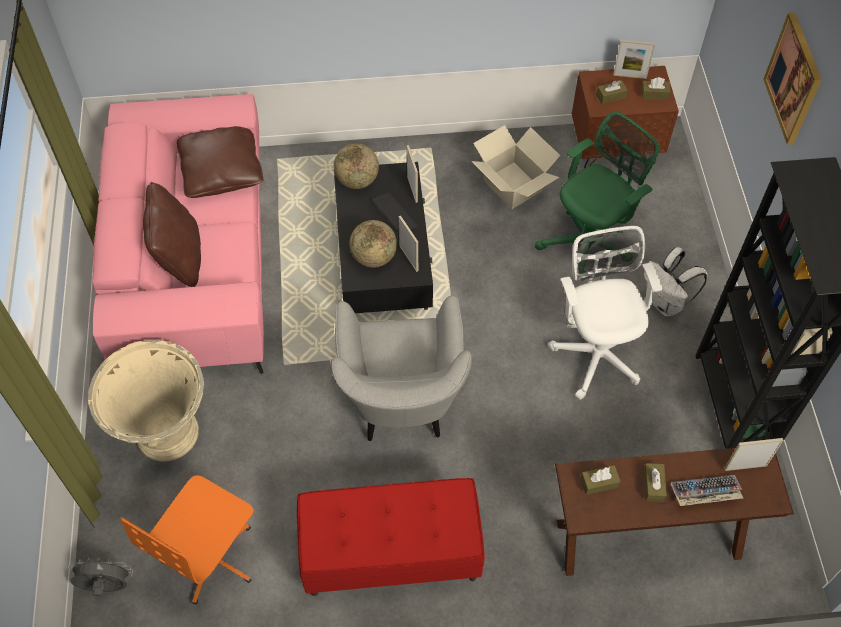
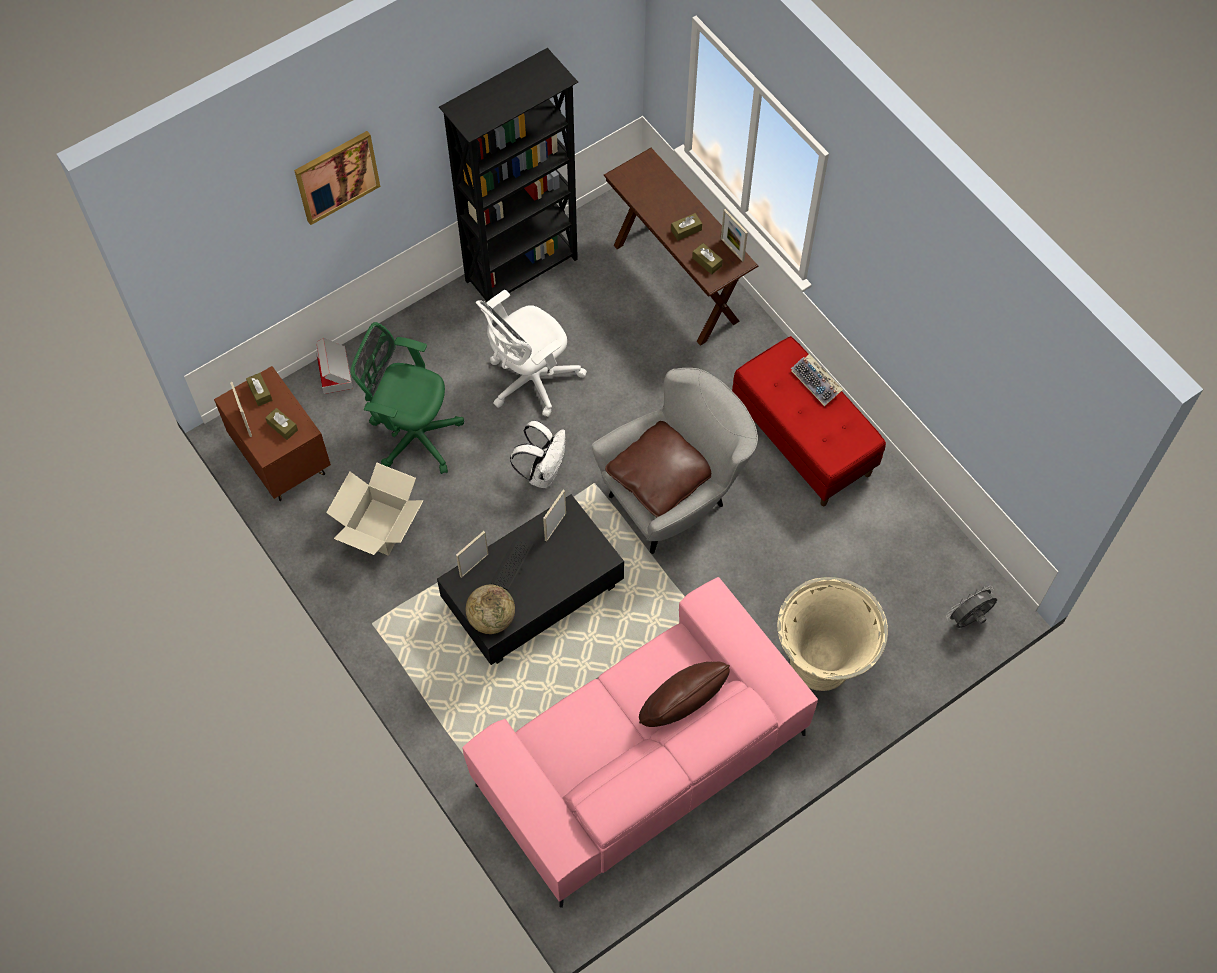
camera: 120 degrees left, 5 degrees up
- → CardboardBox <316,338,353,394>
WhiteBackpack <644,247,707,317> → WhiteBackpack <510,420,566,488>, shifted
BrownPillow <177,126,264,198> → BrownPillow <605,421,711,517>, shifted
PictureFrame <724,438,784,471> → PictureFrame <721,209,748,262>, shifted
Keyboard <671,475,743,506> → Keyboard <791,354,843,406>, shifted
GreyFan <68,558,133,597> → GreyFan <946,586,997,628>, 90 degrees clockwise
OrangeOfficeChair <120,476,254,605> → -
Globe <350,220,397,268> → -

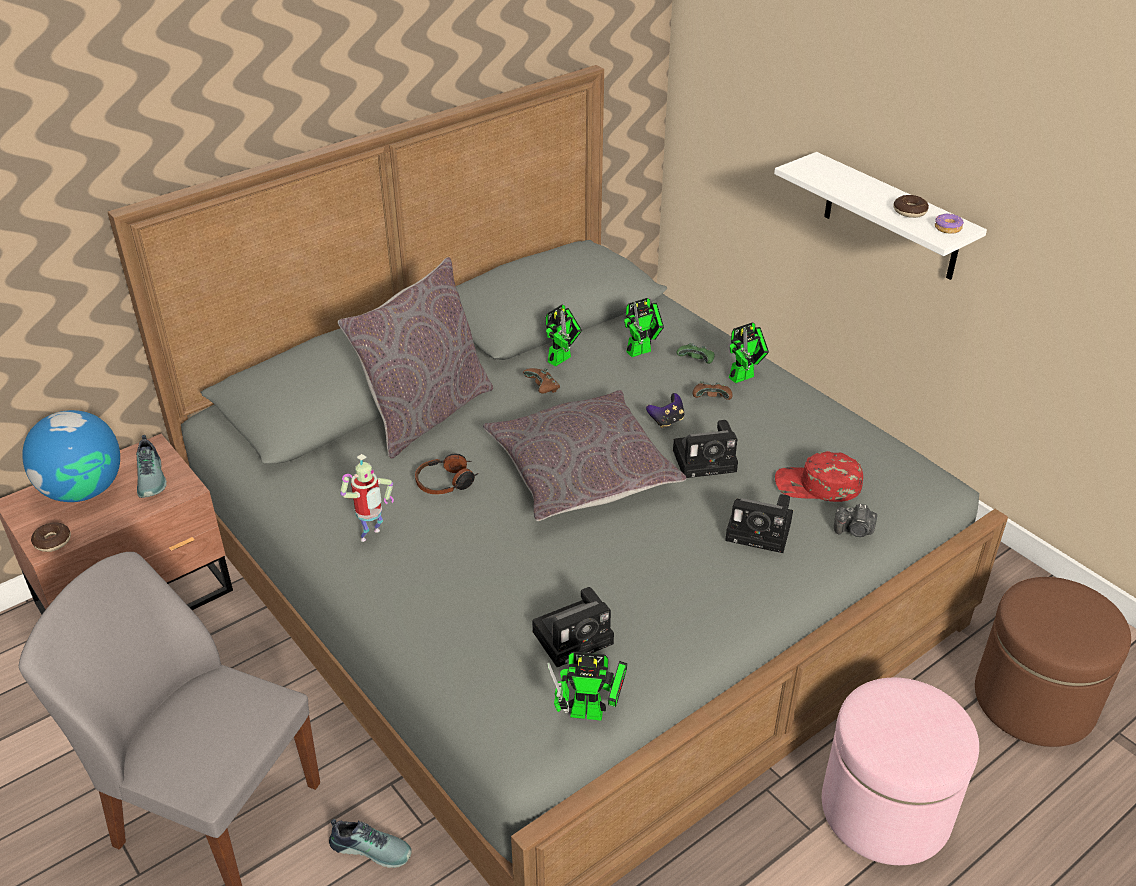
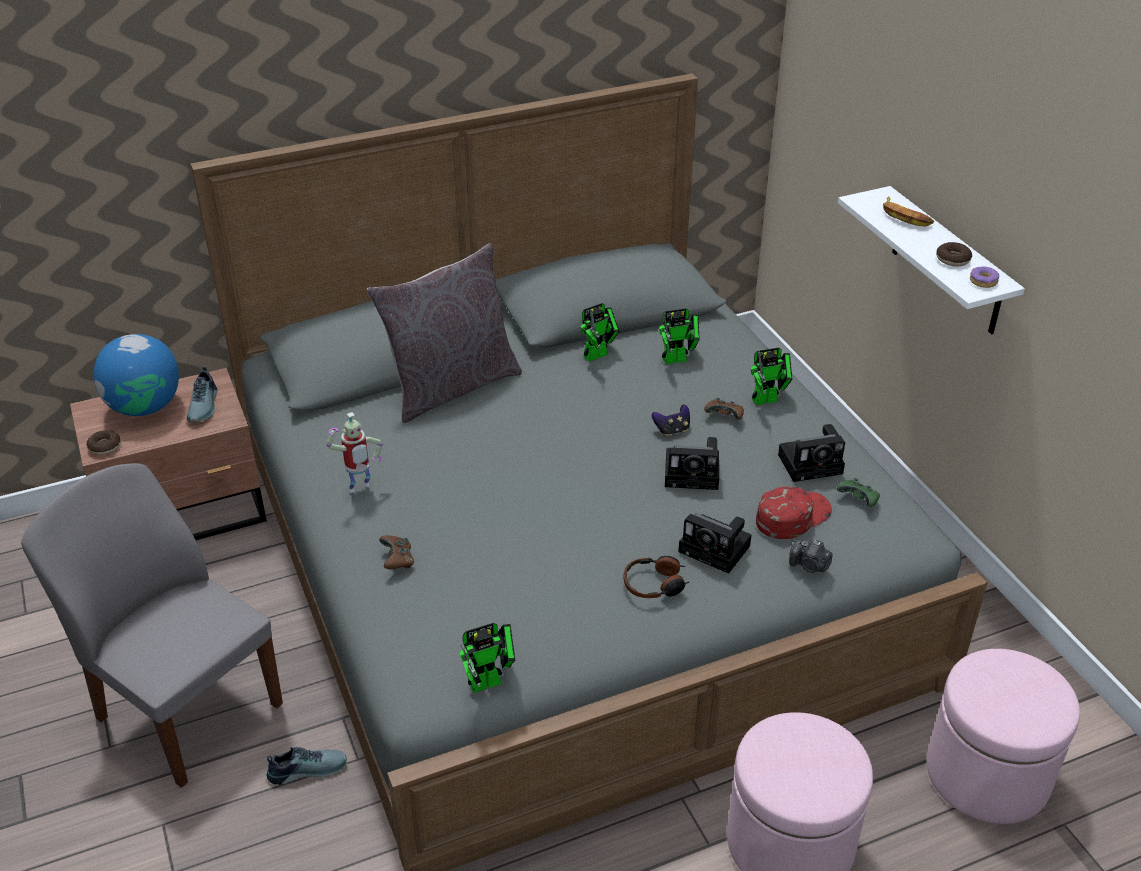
camera: 15 degrees right, 0 degrees up
Shoe <329,819,412,868> → Shoe <267,747,347,785>, 45 degrees counterclockwise
BrownGameController <523,368,560,394> → BrownGameController <379,535,414,570>, shifted
ToyRobot <547,652,627,721> → ToyRobot <459,623,515,693>, 45 degrees counterclockwise
Headphones <415,454,479,495> → Headphones <624,556,689,598>, shifted
RedCap <775,451,863,502> → RedCap <756,487,832,539>, 120 degrees clockwise
PhotoCamera <532,587,614,667> → PhotoCamera <778,424,845,482>, shifted
GreenGameController <676,342,715,364> → GreenGameController <837,478,880,507>, shifted
- → Banana <883,196,934,227>
BrownOttoman <975,577,1131,747> → PinkOttoman <927,649,1080,824>
GreyPillow <483,390,686,521> → -

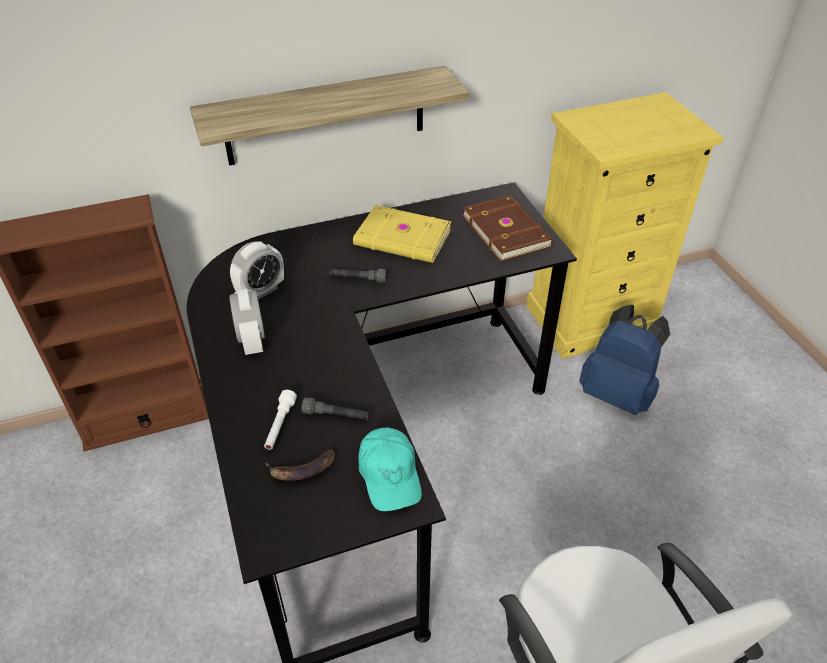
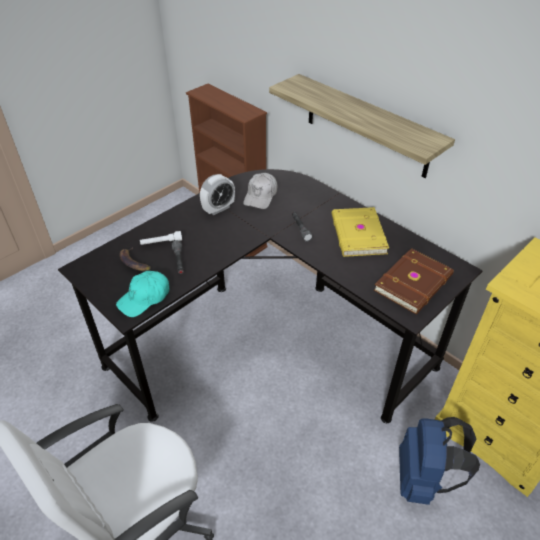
camera: 65 degrees right, 0 degrees up
AlarmClock <230,241,284,300> → WhiteCap <243,173,278,209>

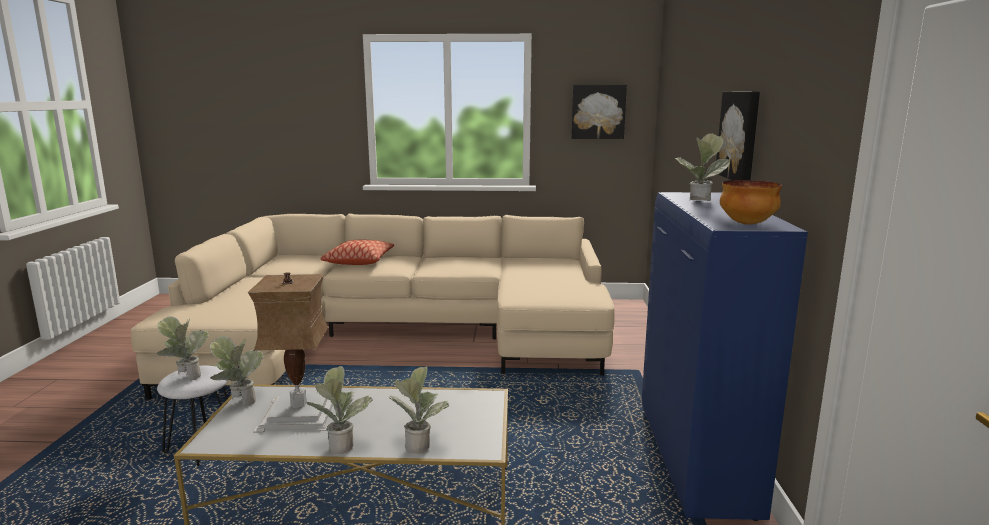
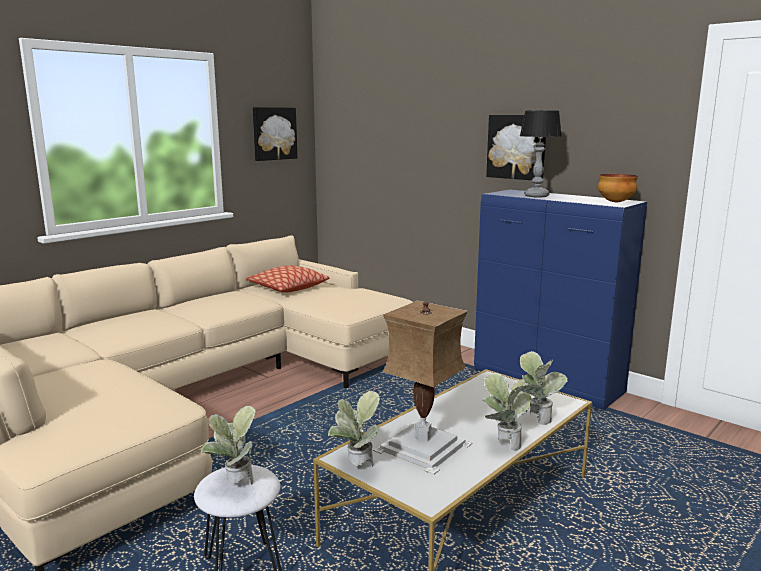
camera: 50 degrees left, 0 degrees up
Pillow <320,240,394,265> → Pillow <246,265,329,293>, shifted
PottedPlant <675,133,730,201> → TableLamp <520,110,562,197>

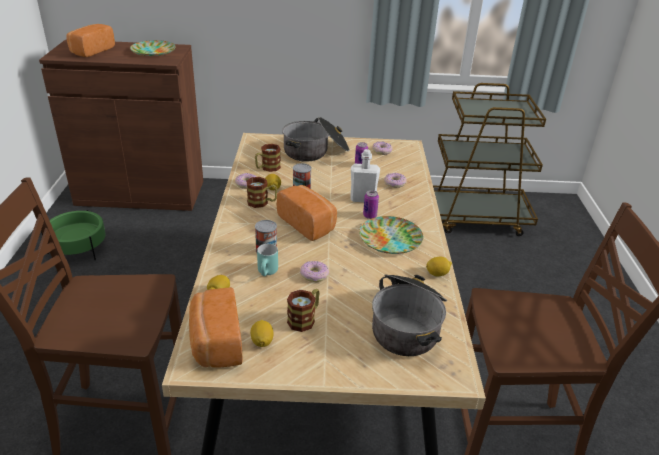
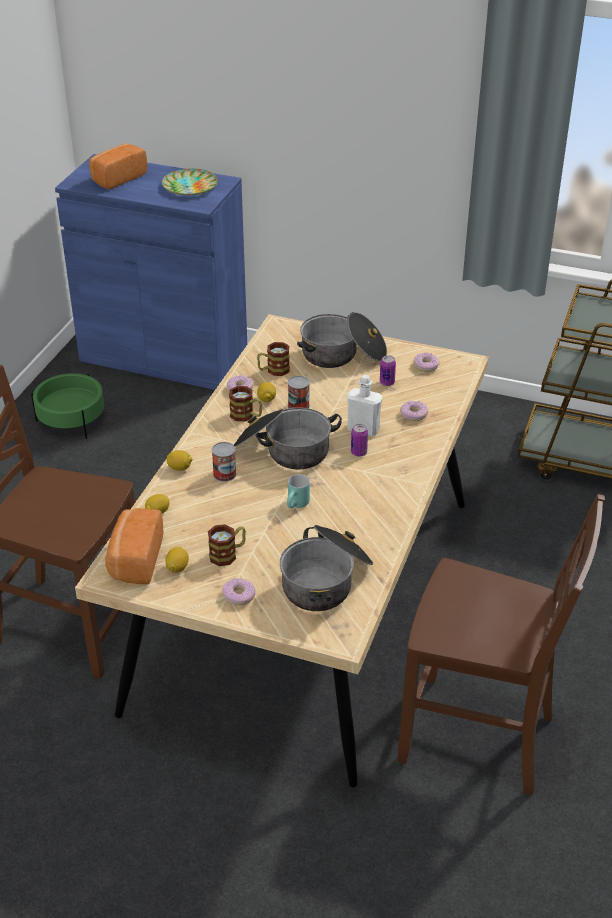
camera: 20 degrees right, 5 degrees up
BrownCabinet <39,39,203,211> → BlueCabinet <55,154,247,390>
Lemon <426,257,452,276> → Lemon <166,450,193,471>, shifted
Donut <300,261,329,282> → Donut <222,578,256,605>, shifted
Bread <276,185,337,241> → CookingPot <234,407,342,470>
TurquoiseMug <257,244,278,276> → TurquoiseMug <287,474,310,508>, shifted
Plate <359,216,423,254> → -

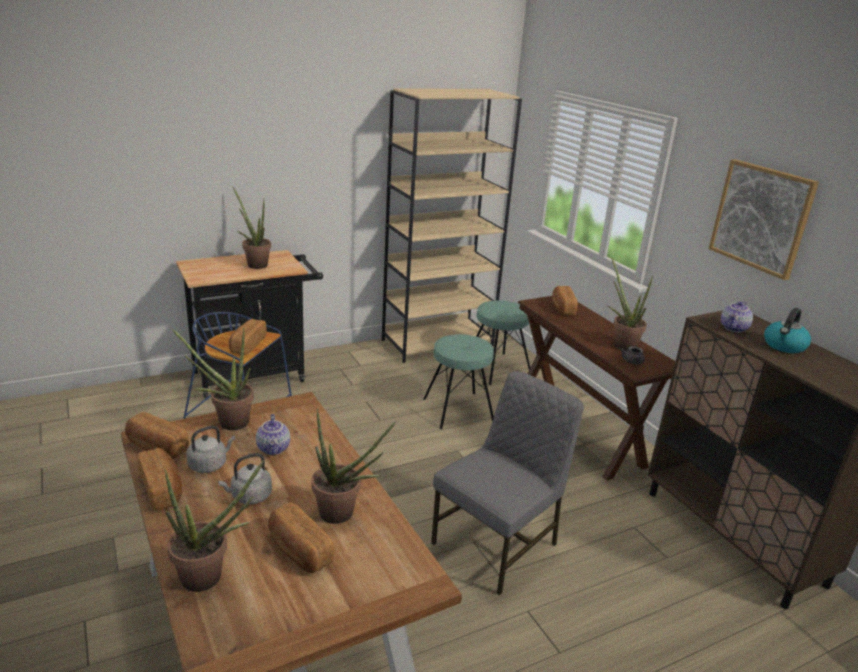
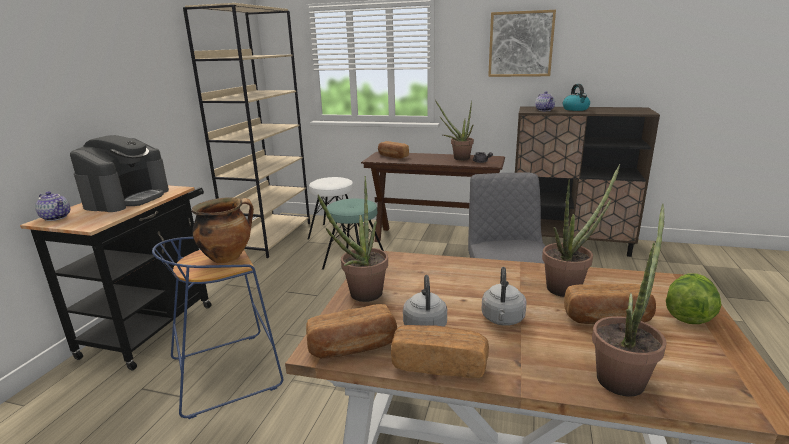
camera: 45 degrees left, 5 degrees down
Teapot <256,414,290,455> → Teapot <35,191,70,221>, shifted
PottedPlant <233,187,271,269> → CoffeeMachine <70,135,169,212>
Bread <229,319,267,355> → CookingPot <192,197,254,263>
TurquoiseStool <476,300,530,385> → WhiteStool <308,177,359,243>
- → Lettuce <666,273,722,324>

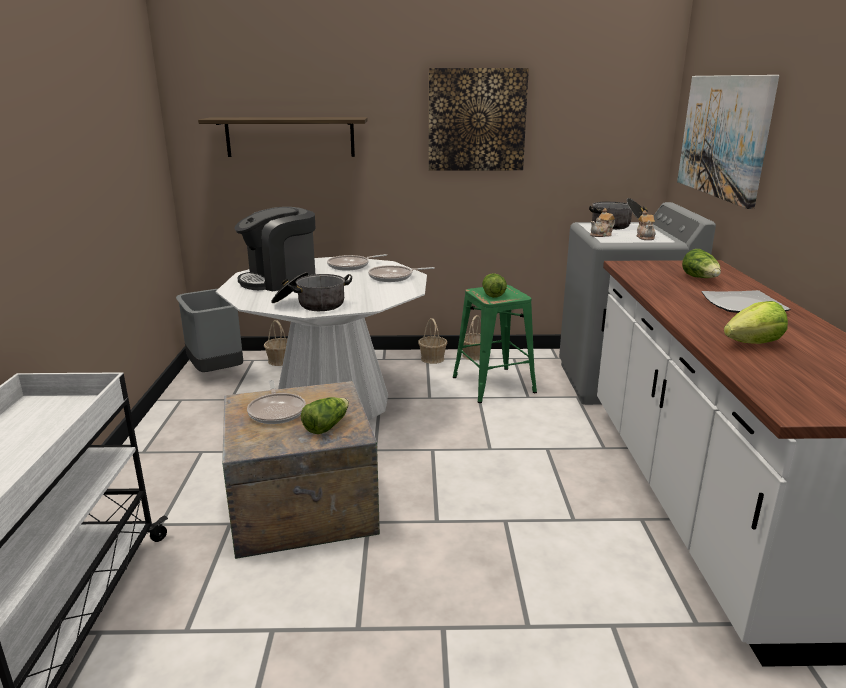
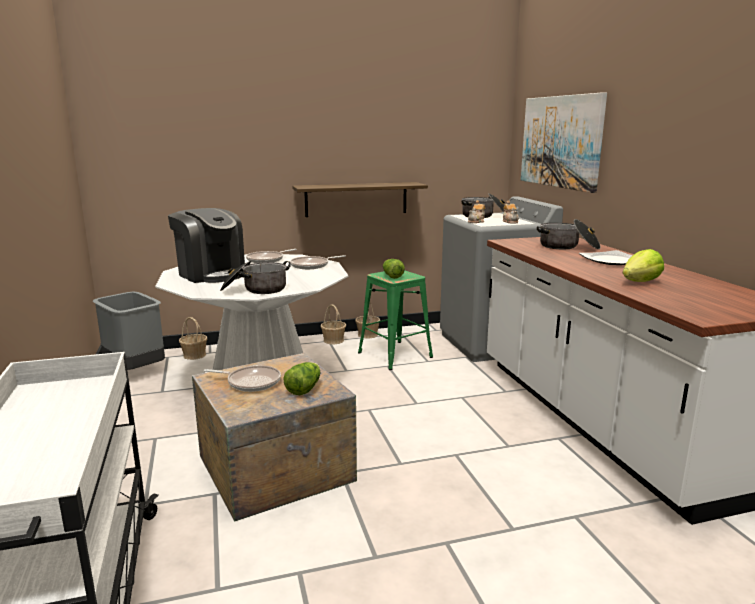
camera: 15 degrees left, 5 degrees down
CoffeeMachine <234,207,316,291> → CoffeeMachine <168,208,245,283>, 90 degrees counterclockwise
FryingPan <247,380,306,424> → FryingPan <204,365,281,392>, 45 degrees counterclockwise
Shelf <198,117,368,157> → Shelf <292,182,428,217>, shifted
Lettuce <682,249,721,278> → CookingPot <537,219,601,249>
Picture <429,68,529,171> → -

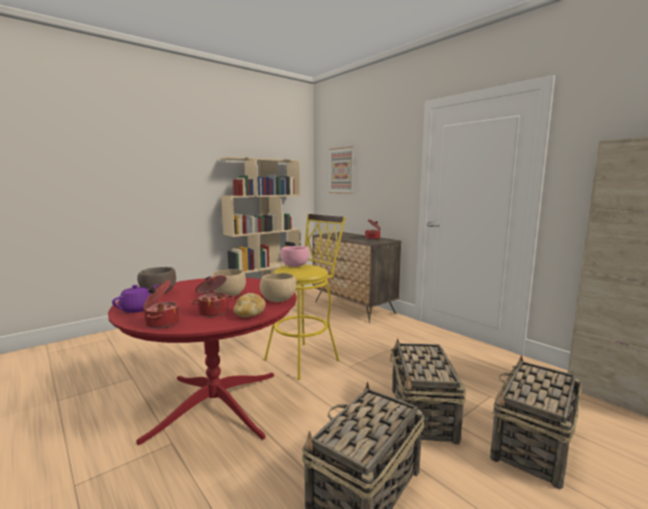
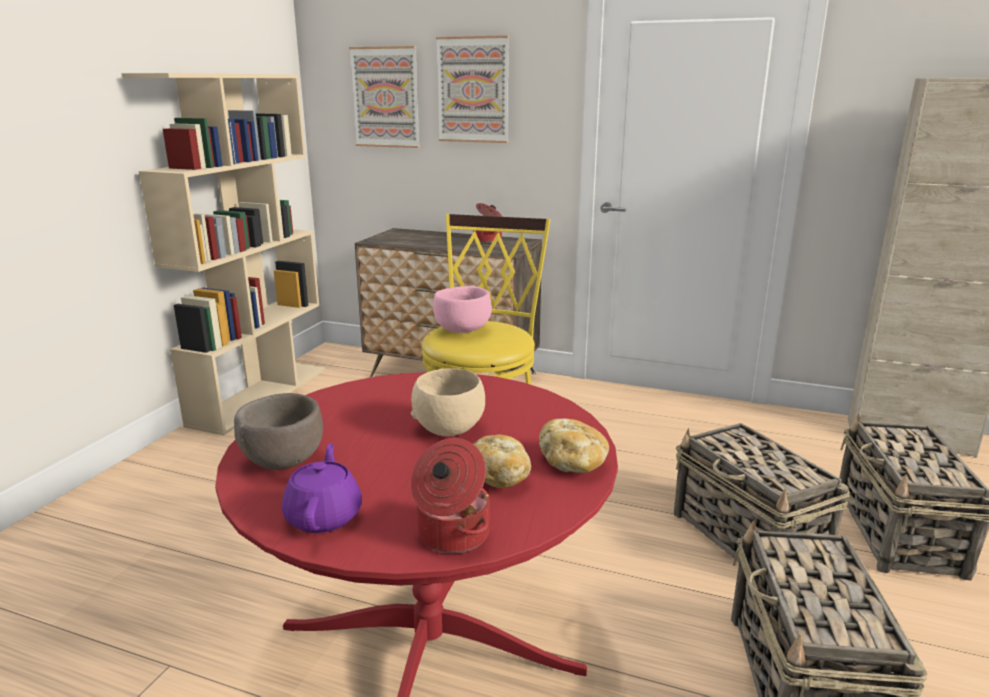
camera: 30 degrees left, 10 degrees up
- → Picture <436,35,509,143>
CookingPot <191,275,234,317> → Bread <474,435,531,488>
BeigeBowl <260,273,297,302> → -

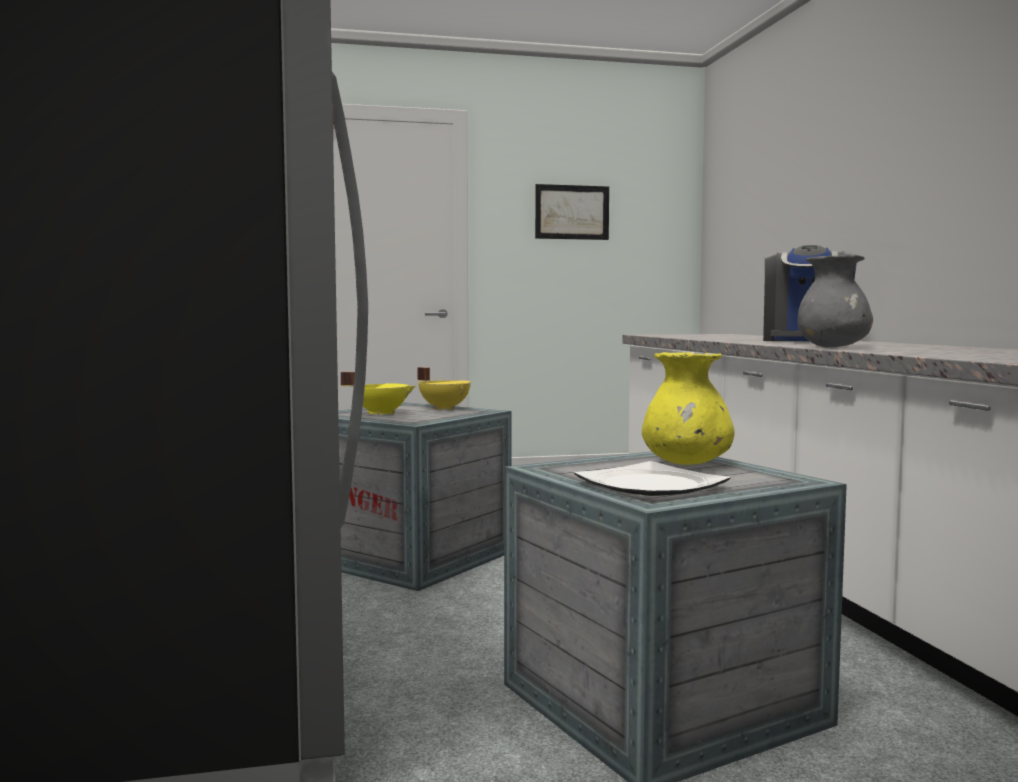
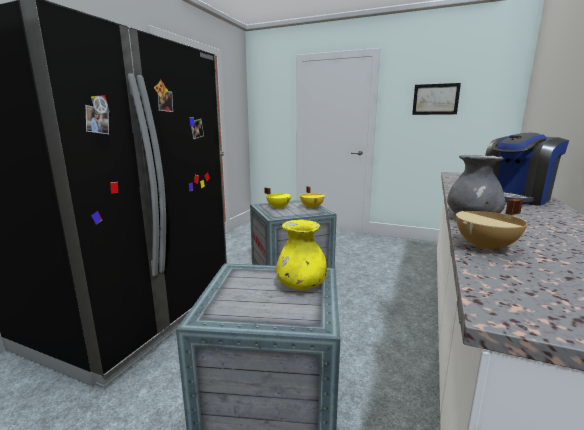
camera: 35 degrees right, 10 degrees up
- → BeigeCookingPot <456,198,527,252>
Plate <574,461,730,496> → -

